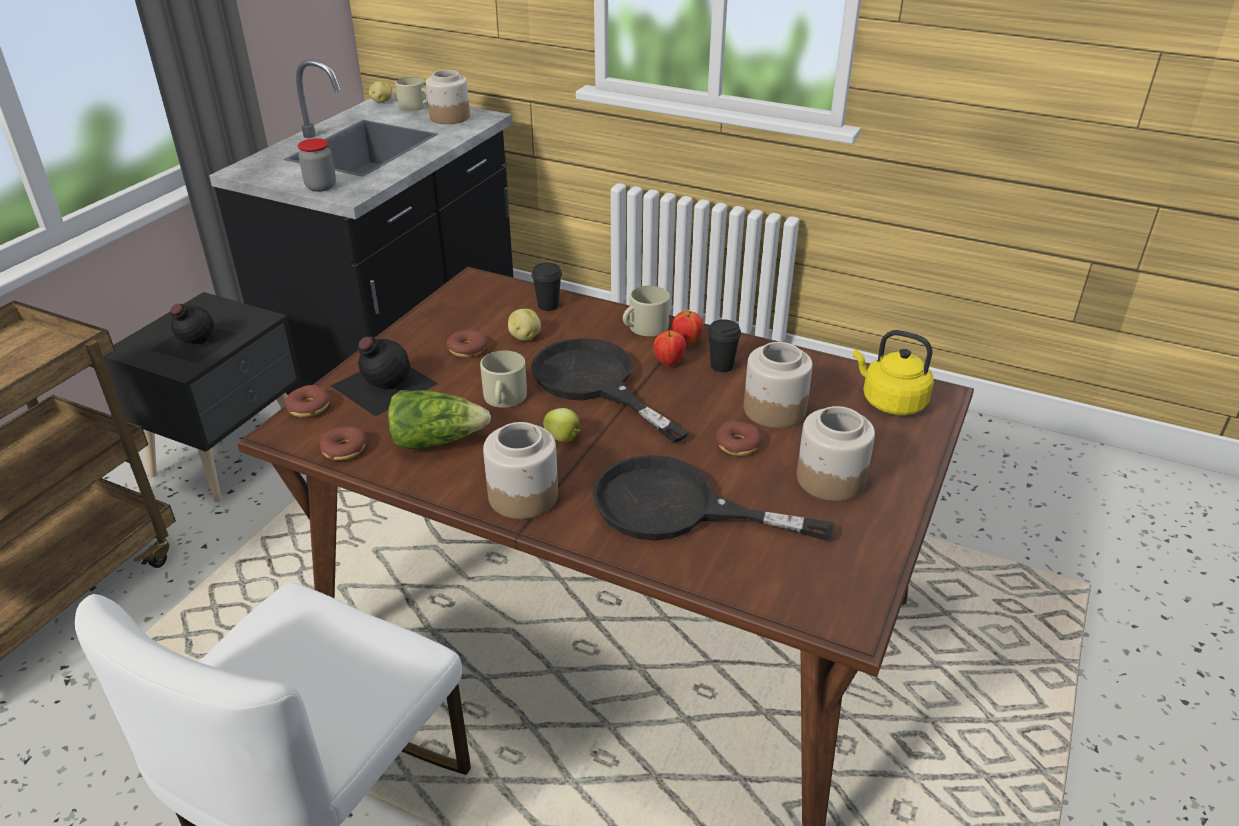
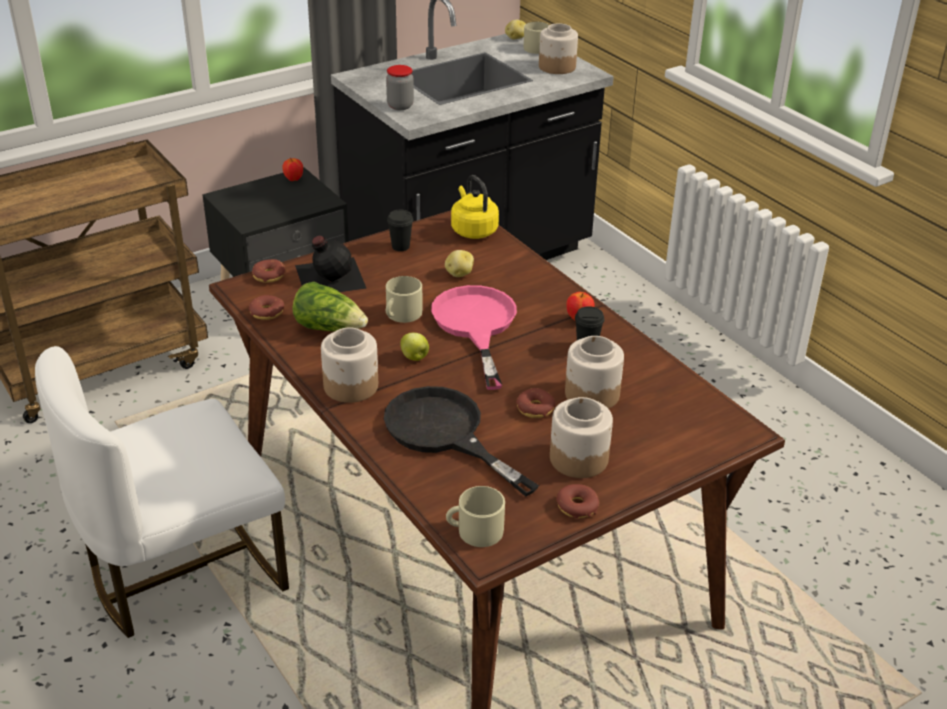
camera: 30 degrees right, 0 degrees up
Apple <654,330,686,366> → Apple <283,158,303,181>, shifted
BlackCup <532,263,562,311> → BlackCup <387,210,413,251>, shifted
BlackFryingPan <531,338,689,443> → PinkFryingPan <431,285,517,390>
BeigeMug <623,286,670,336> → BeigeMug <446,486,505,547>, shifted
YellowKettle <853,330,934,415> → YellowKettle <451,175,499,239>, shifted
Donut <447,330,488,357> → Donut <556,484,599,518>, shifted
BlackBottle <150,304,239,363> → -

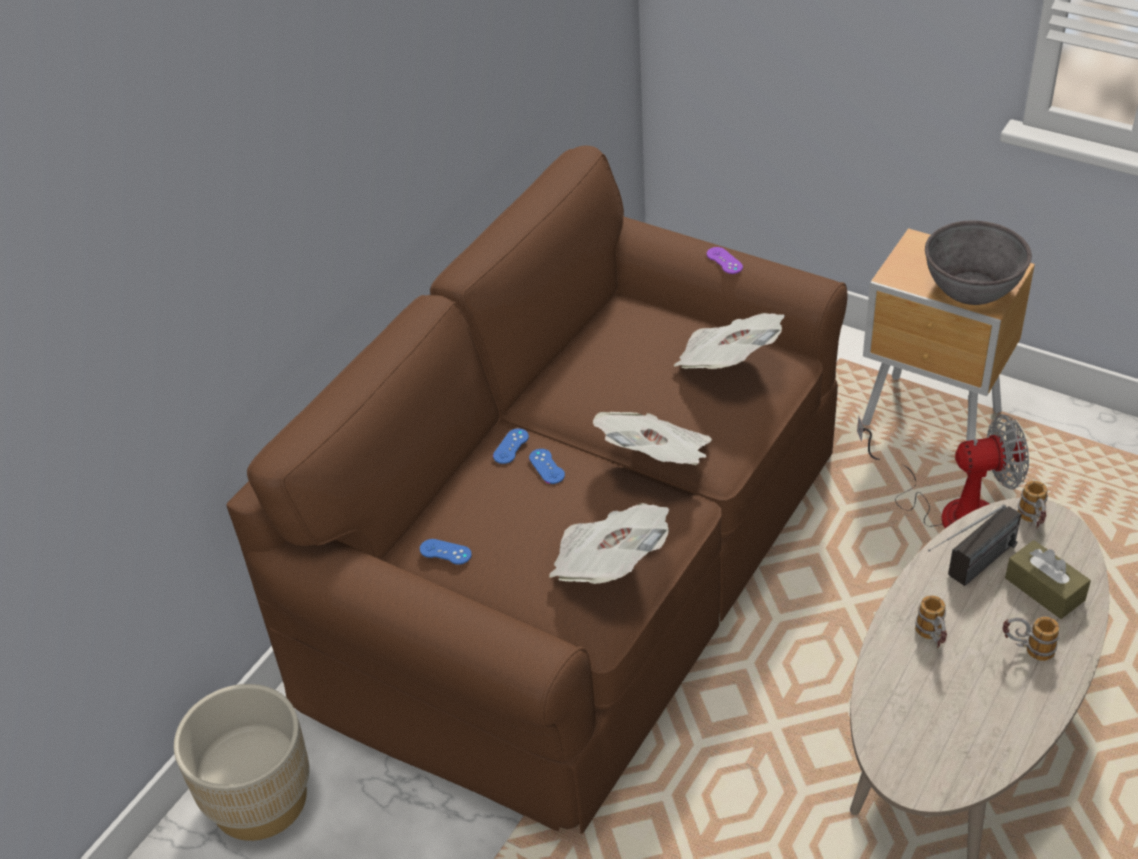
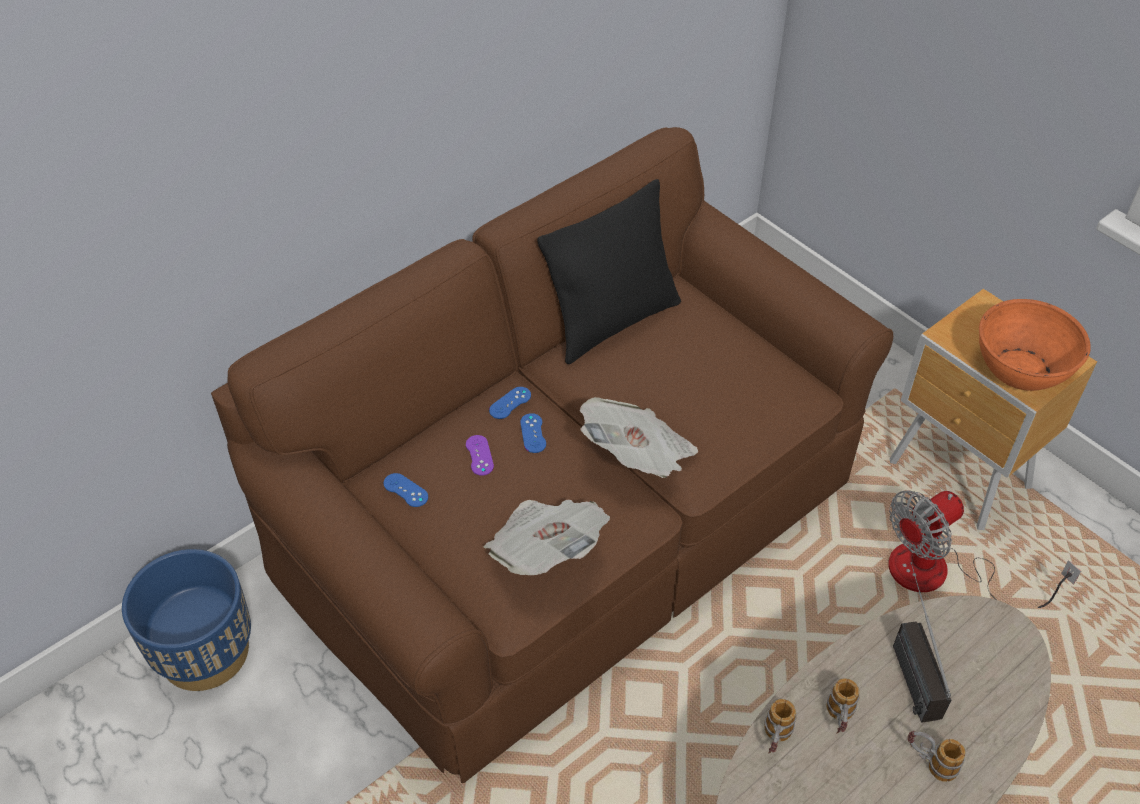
camera: 15 degrees right, 5 degrees up
BeigePlanter <174,684,310,841> → BluePlanter <122,549,251,691>
PurpleGameController <707,247,743,274> → PurpleGameController <466,435,494,476>, shifted
- → BlackPillow <537,179,681,364>
Mug <1018,481,1048,529> → Mug <764,699,797,753>, shifted
Fan <857,414,1029,528> → Fan <888,490,1081,608>, 135 degrees clockwise
Radio <928,504,1021,586> → Radio <893,562,951,723>, 105 degrees clockwise
GreyBowl <925,221,1032,305> → OrangeBowl <979,299,1091,391>
Newspaper <674,313,785,369> → -
BrownTissueBox <1005,540,1091,619> → -

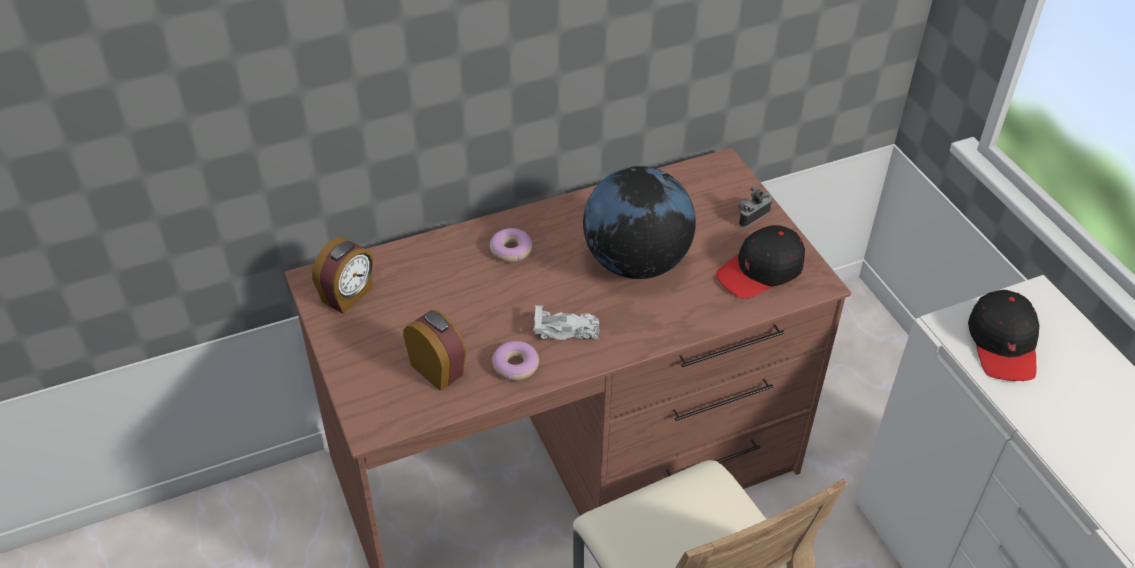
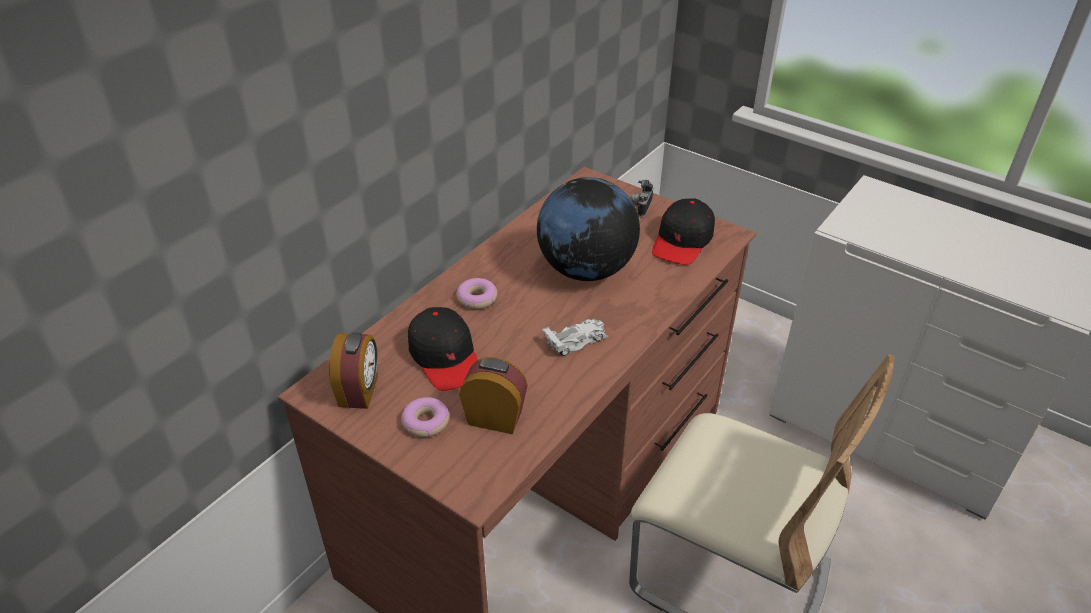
camera: 30 degrees left, 5 degrees down
Donut <492,341,539,381> → Donut <401,397,450,437>, shifted
BlackCap <968,290,1040,381> → BlackCap <408,307,478,391>, shifted

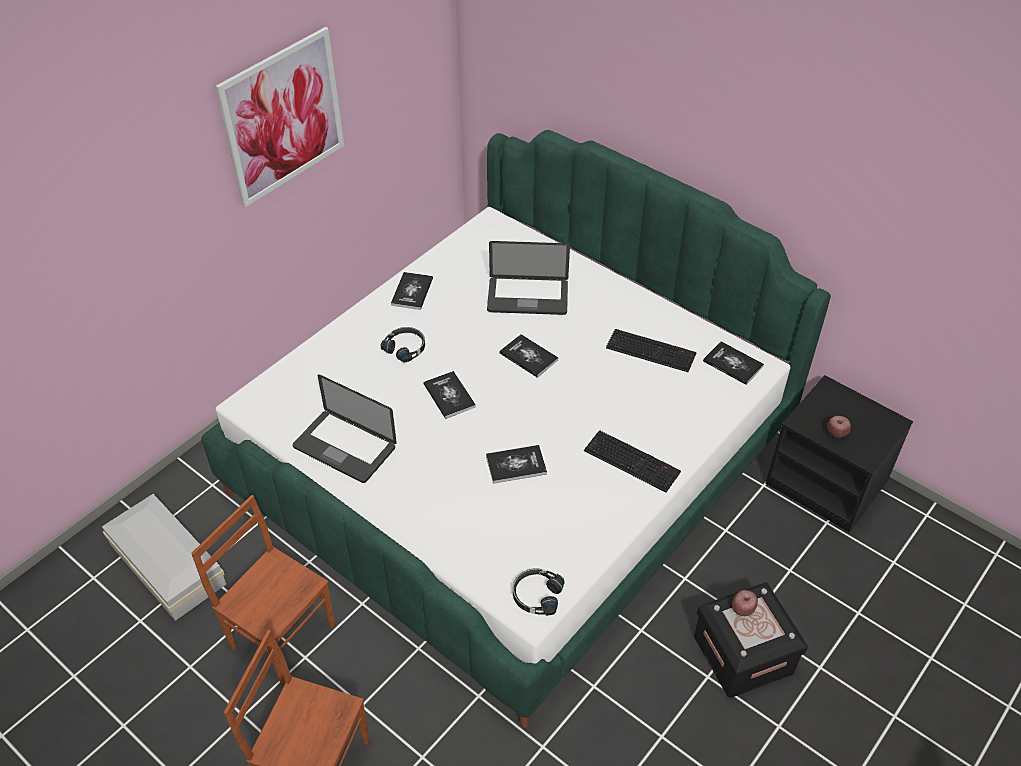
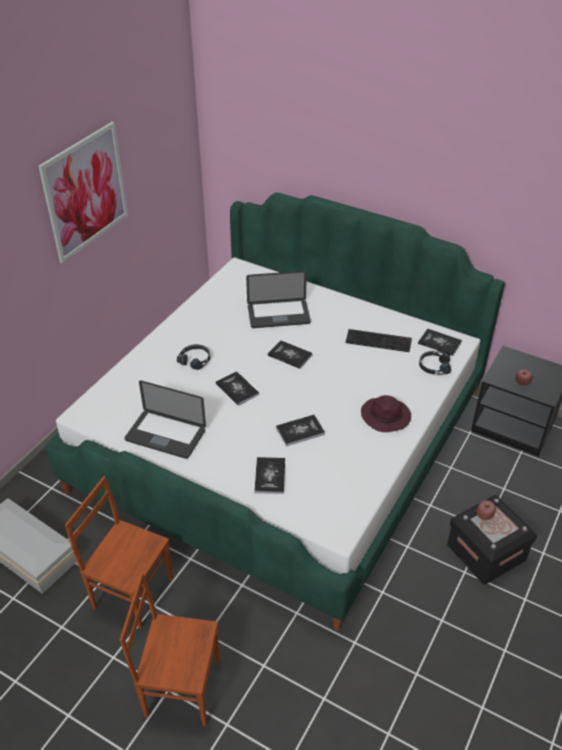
camera: 10 degrees left, 5 degrees down
Book <391,272,433,310> → Book <254,457,285,494>, shifted
Keyboard <584,430,681,492> → PurpleHat <361,395,411,432>
BlackHeadphones <513,568,565,616> → BlackHeadphones <419,351,451,375>, shifted

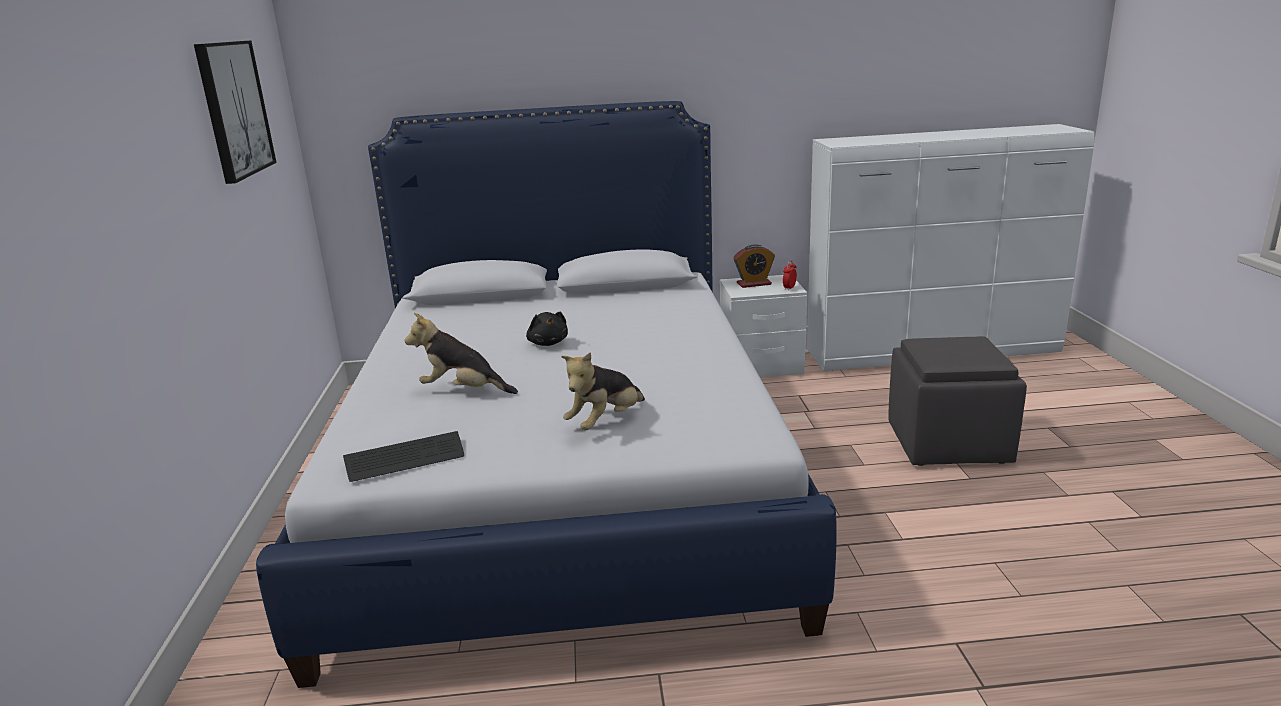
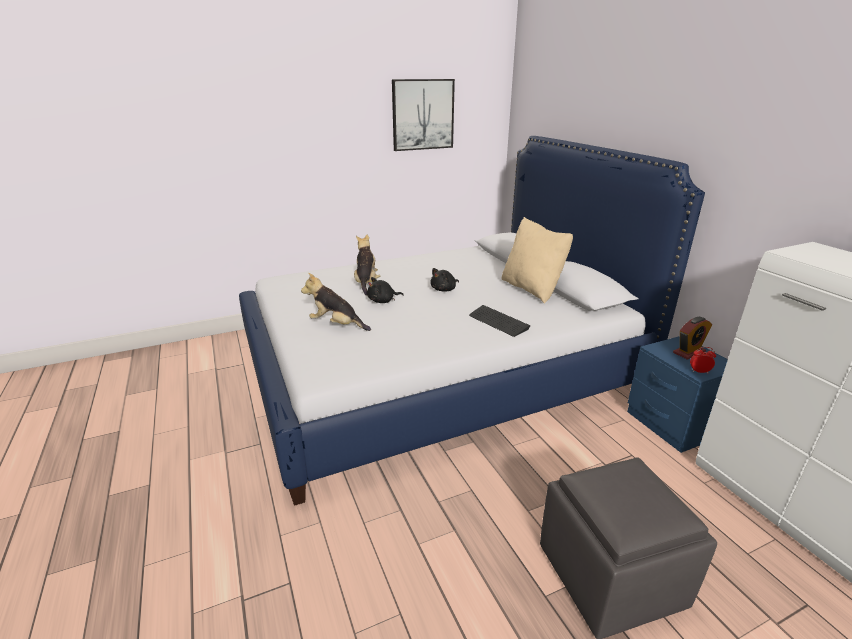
camera: 70 degrees right, 5 degrees up
- → BlackPlushToy <367,277,404,303>
Keyboard <343,431,464,482> → Keyboard <469,305,531,337>, shifted
- → BeigePillow <502,217,573,304>
WhiteNightstand <720,275,807,377> → BlueNightstand <627,336,728,453>
AlarmClock <733,244,775,288> → AlarmClock <673,317,712,360>, 90 degrees counterclockwise

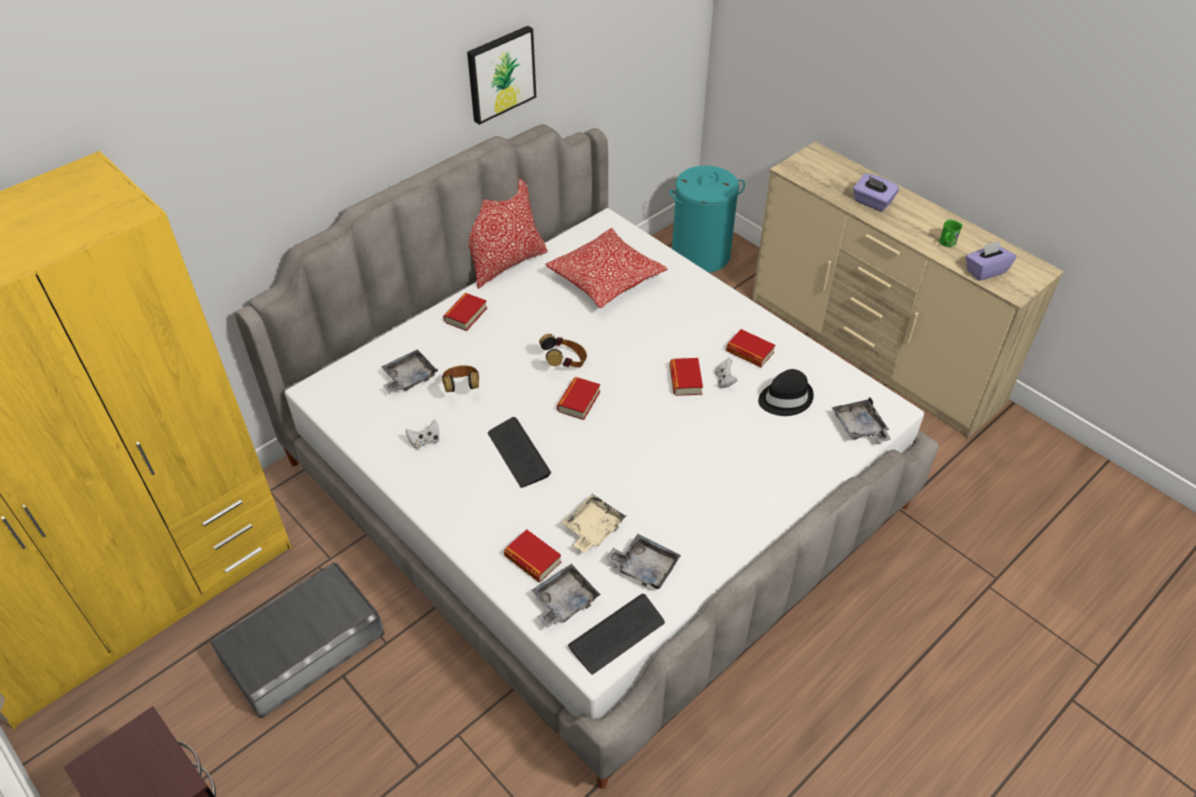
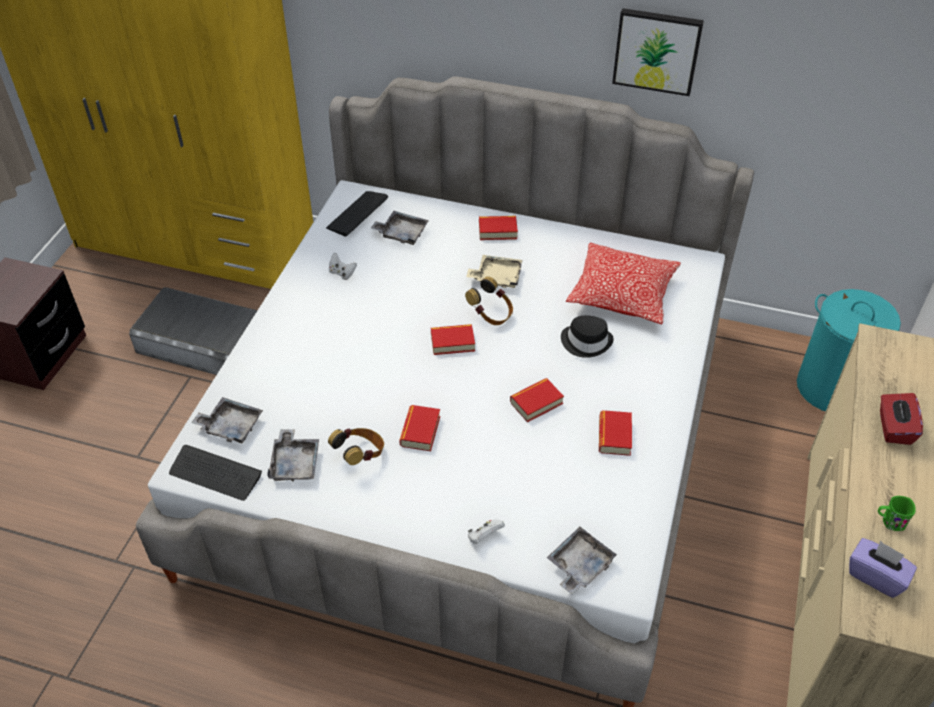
camera: 60 degrees right, 0 degrees up
Keyboard <488,417,551,488> → Keyboard <326,191,388,237>, shifted
Headphones <442,365,479,392> → Headphones <328,428,384,465>, shifted
Book <504,529,562,582> → Book <399,405,440,451>, shifted
BeigeTray <561,494,626,553> → BeigeTray <466,255,522,288>, shifted
WhiteGameController <715,358,738,388> → WhiteGameController <468,520,505,544>, shifted
BlackHat <758,369,814,416> → BlackHat <561,315,614,358>, shifted
PurpleTissueBox <853,174,899,212> → RedTissueBox <880,393,923,445>
Pillow <469,179,548,288> → -

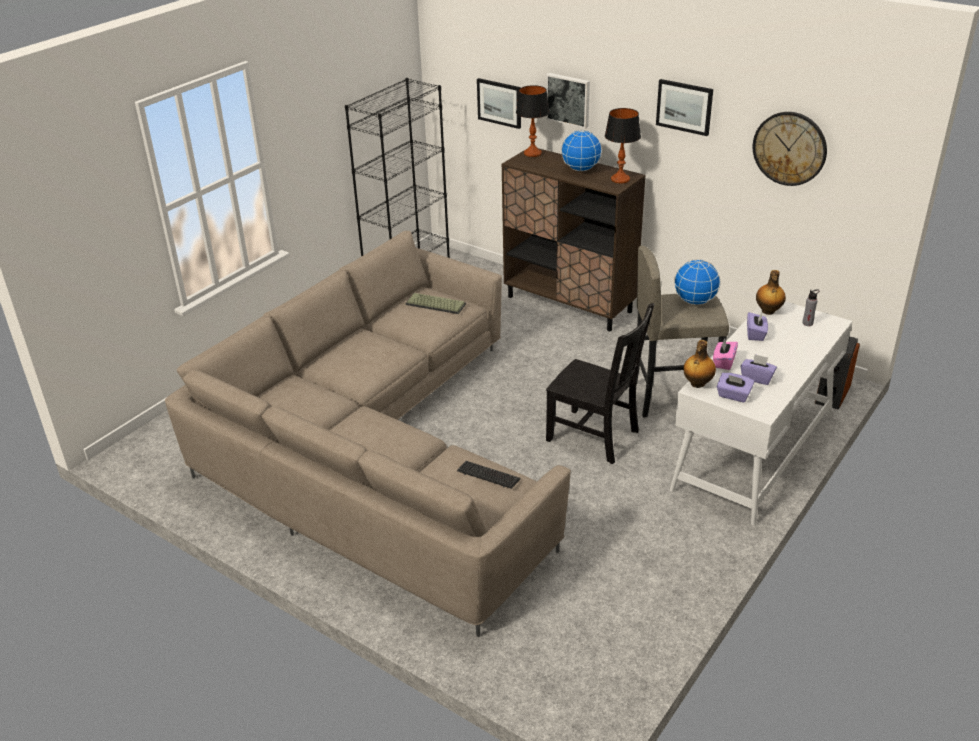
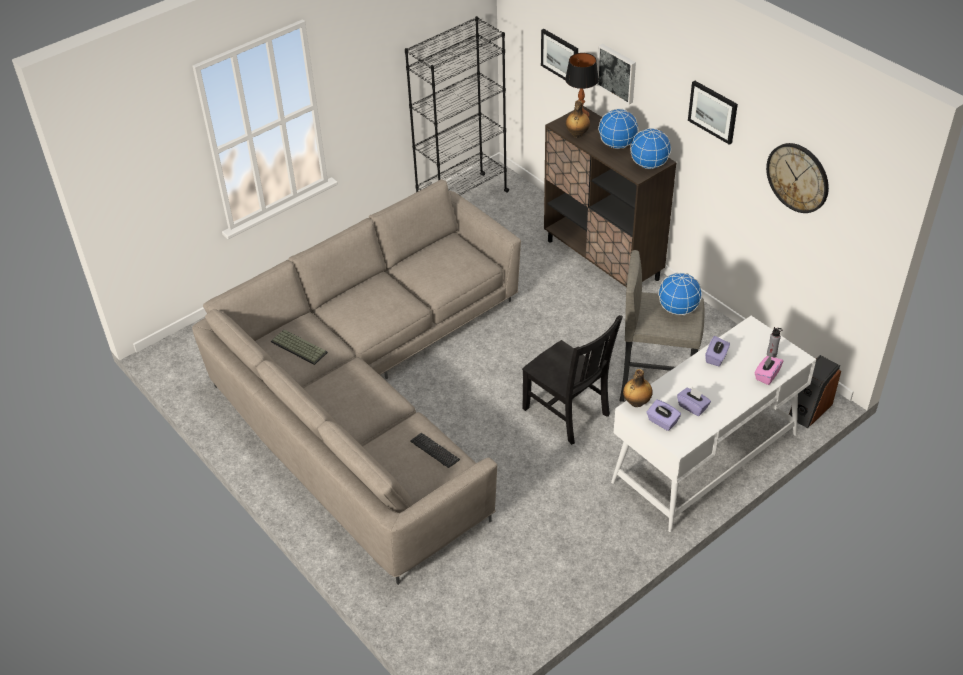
camera: 15 degrees right, 10 degrees up
Keyboard <405,293,466,314> → Keyboard <271,330,328,365>, shifted
Bottle <756,270,786,315> → Bottle <566,100,590,138>, shifted
TableLamp <605,108,641,183> → Globe <630,128,671,169>
PinkTissueBox <713,339,738,370> → PinkTissueBox <755,355,783,385>, shifted

